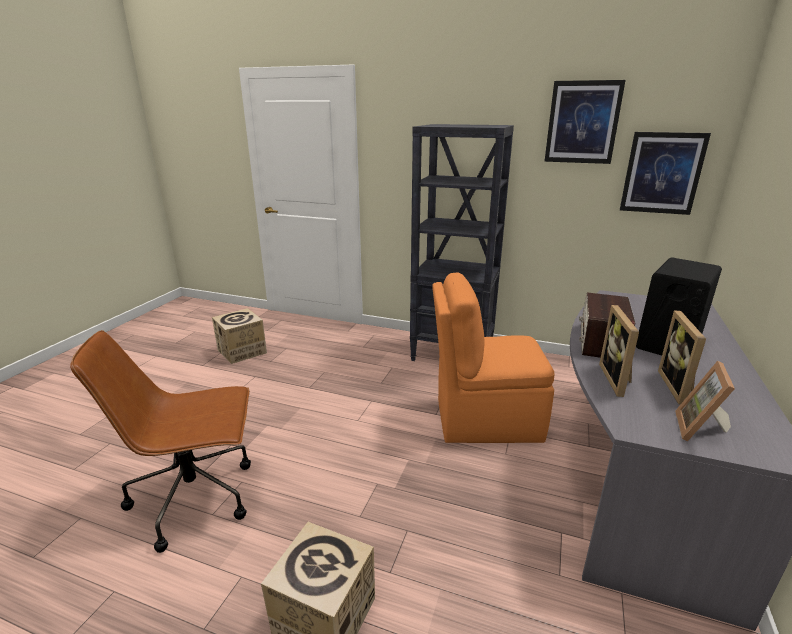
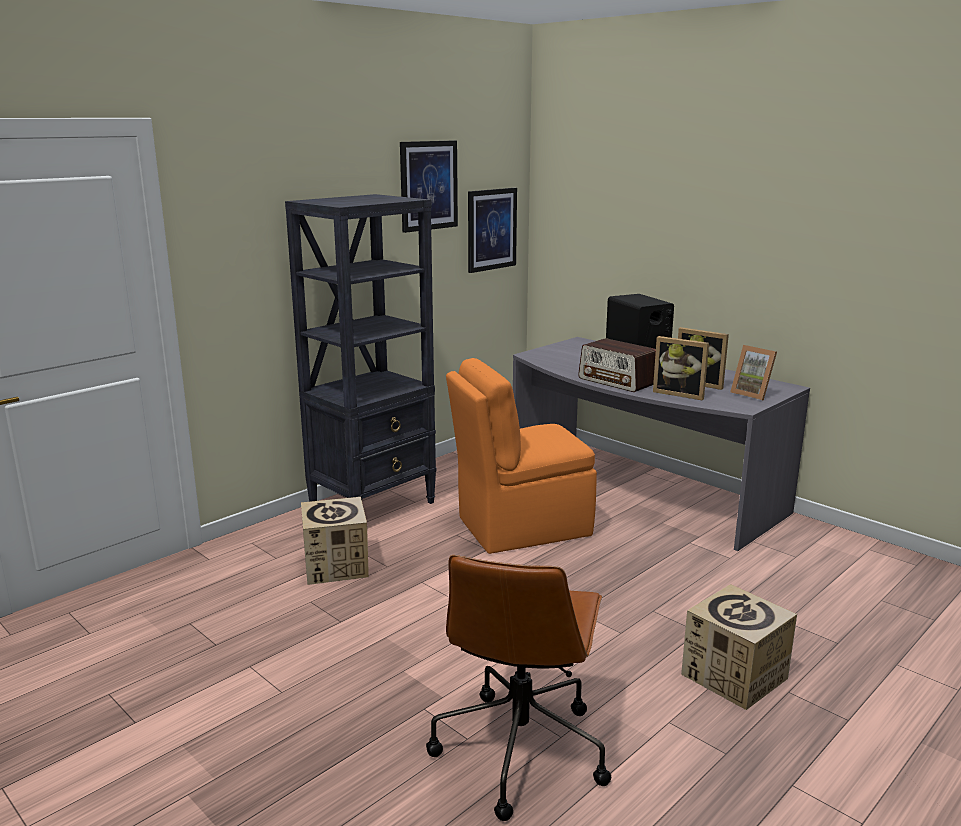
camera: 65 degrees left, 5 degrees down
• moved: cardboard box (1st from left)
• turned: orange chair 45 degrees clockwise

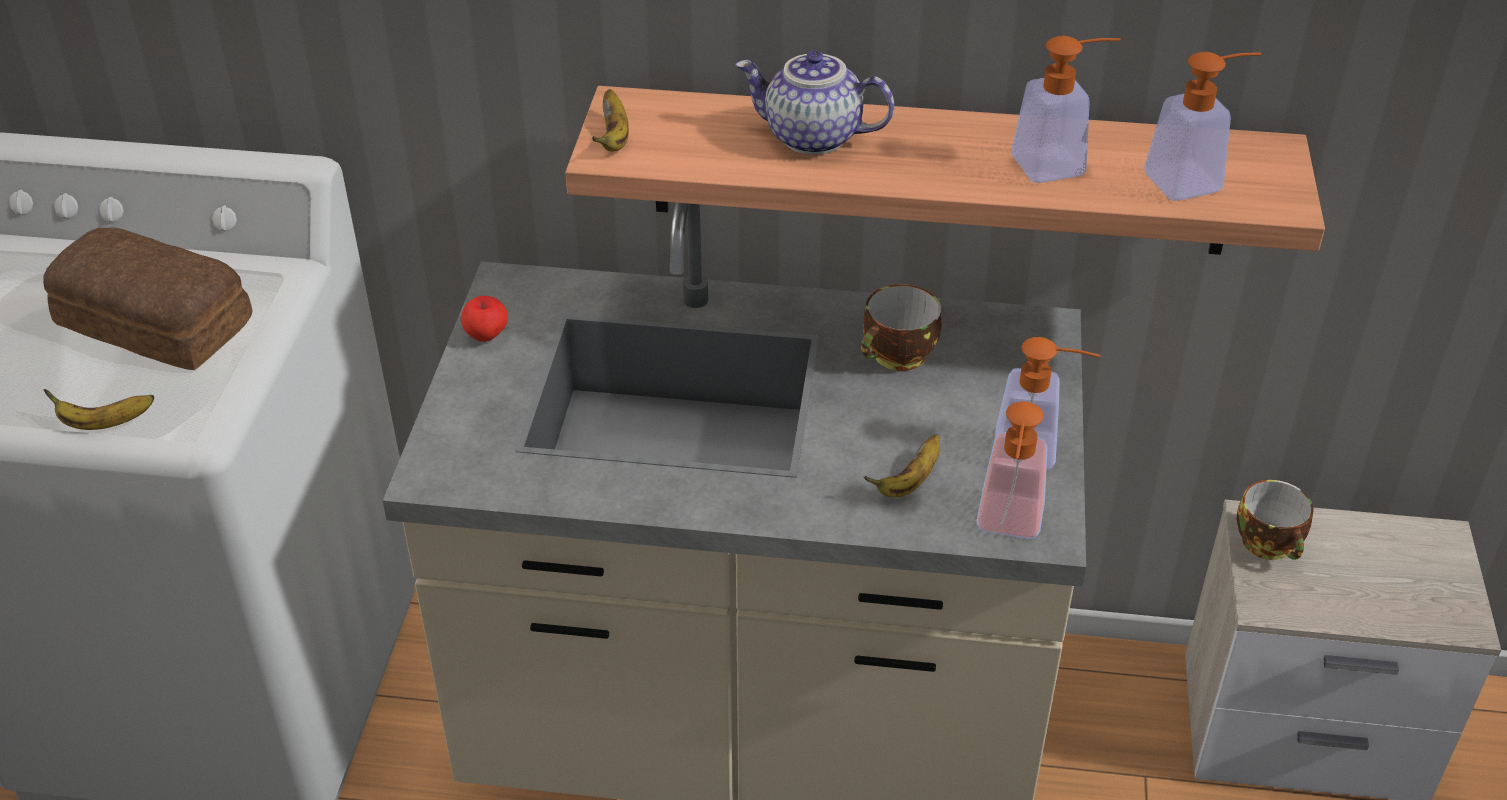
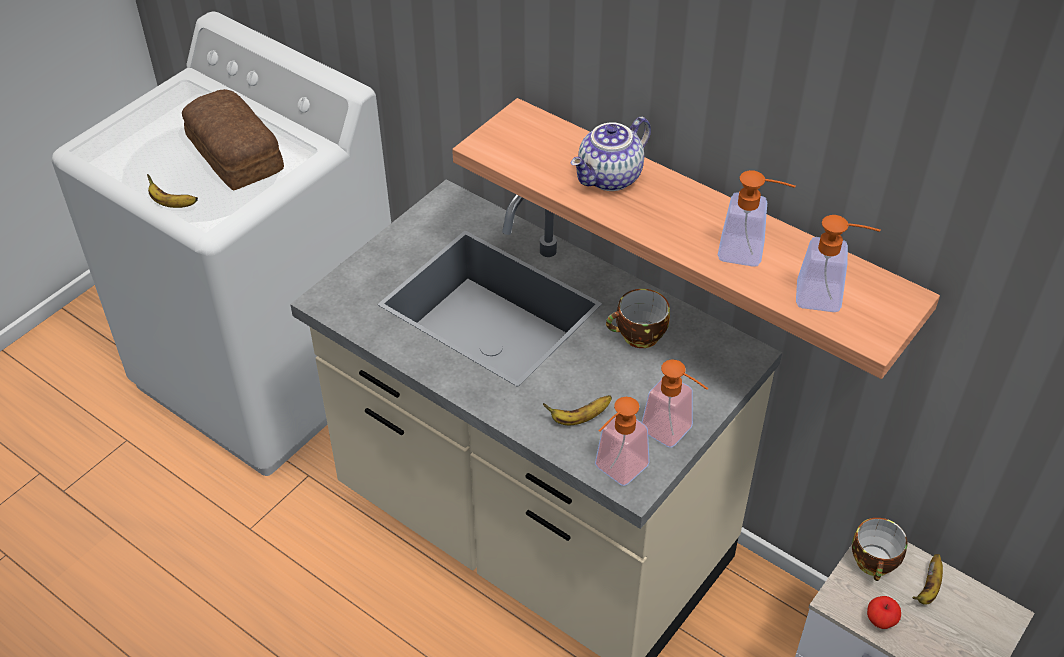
camera: 30 degrees right, 5 degrees up
• moved: apple
• moved: banana (2nd from left in the first image) to banana (3rd from left)
• turned: teapot 90 degrees counterclockwise

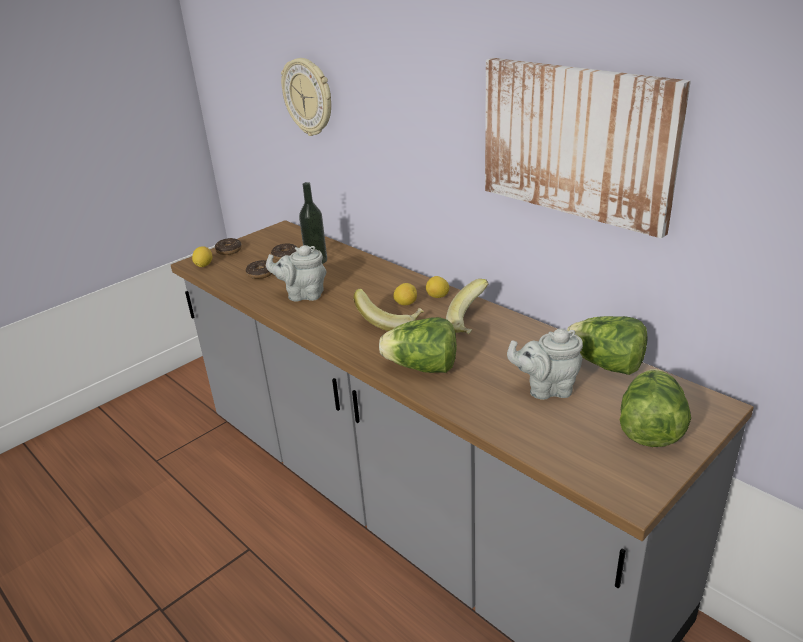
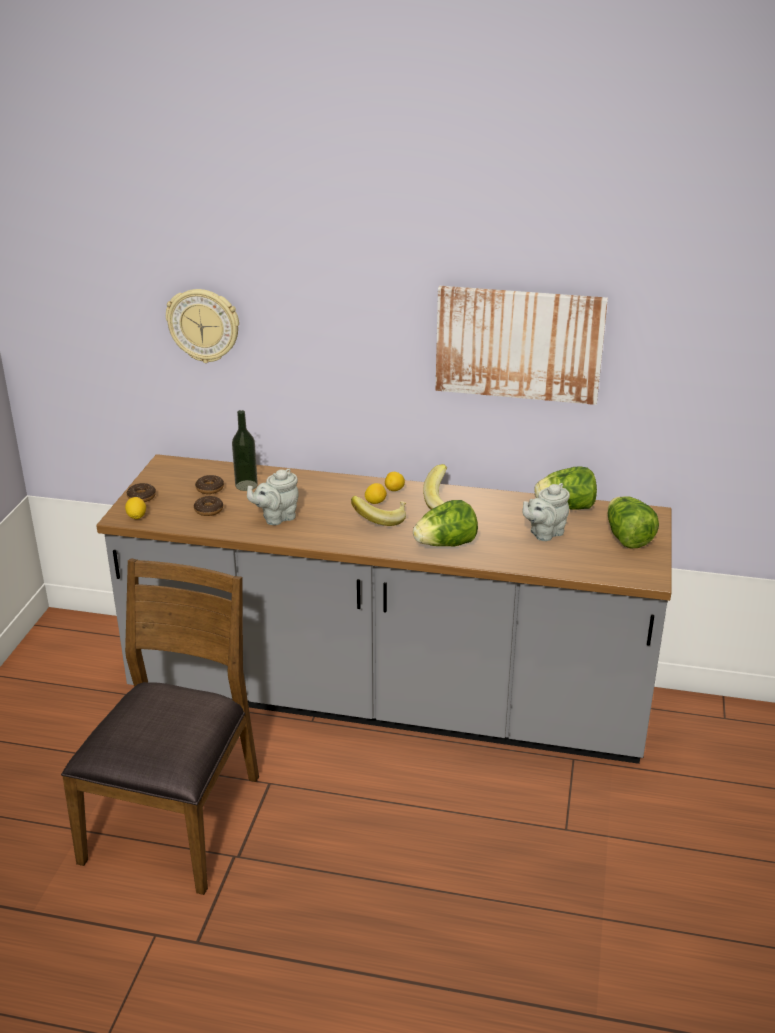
camera: 35 degrees left, 0 degrees up
• added: brown chair

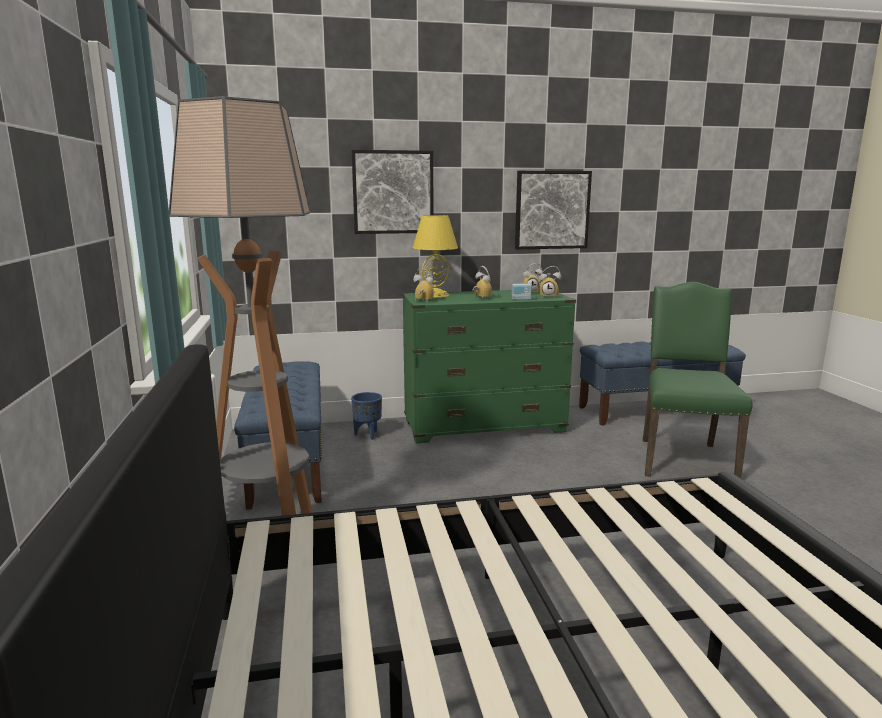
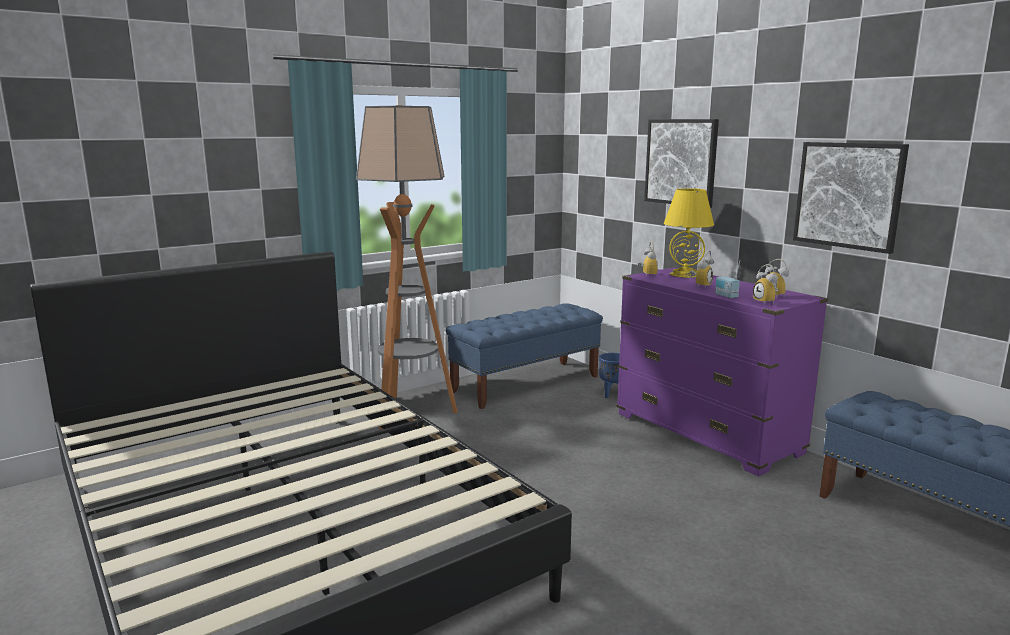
camera: 65 degrees right, 0 degrees up
• recoloured: green dresser to purple dresser
• removed: green chair

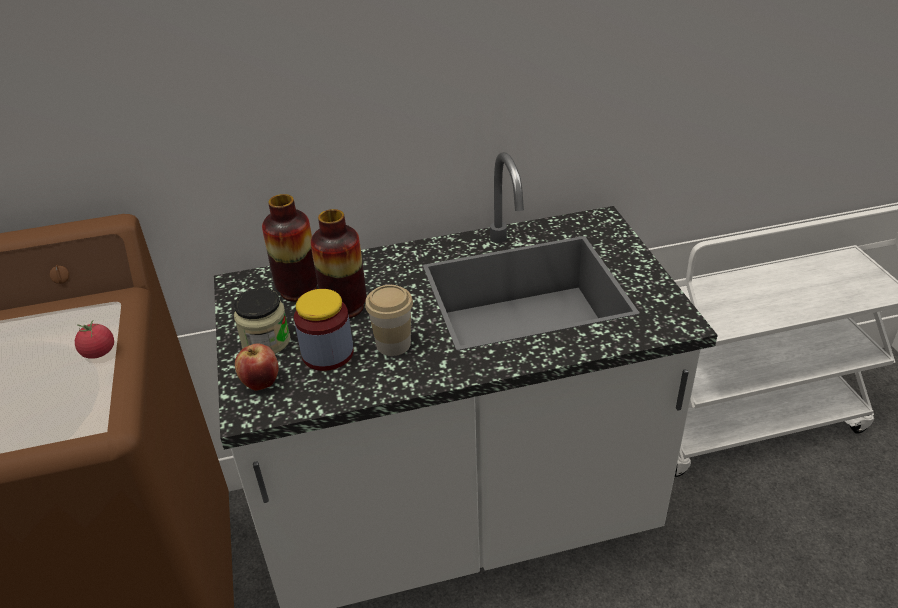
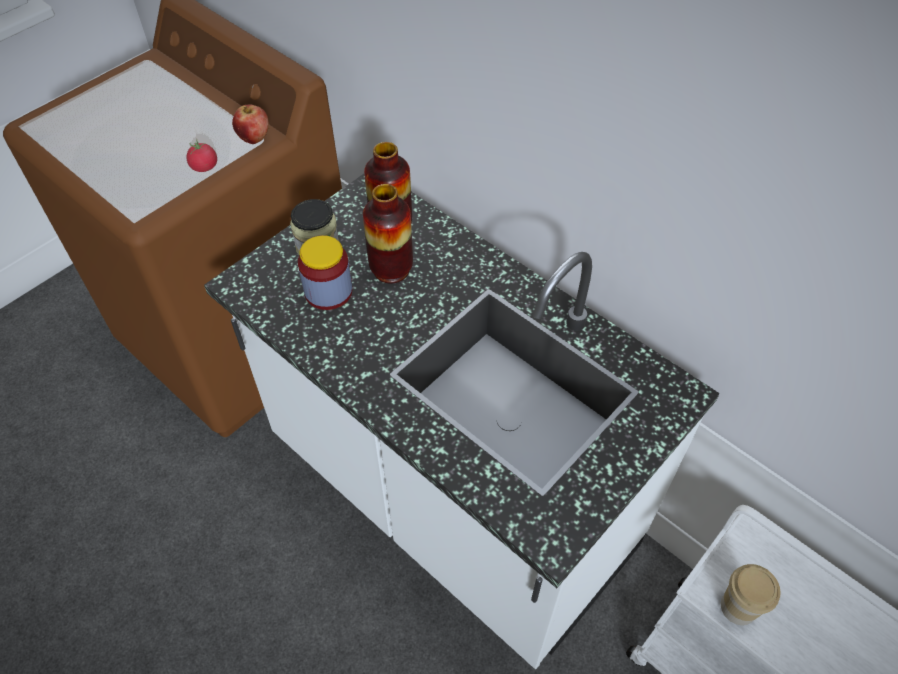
camera: 55 degrees right, 15 degrees up
• moved: apple
• moved: cup

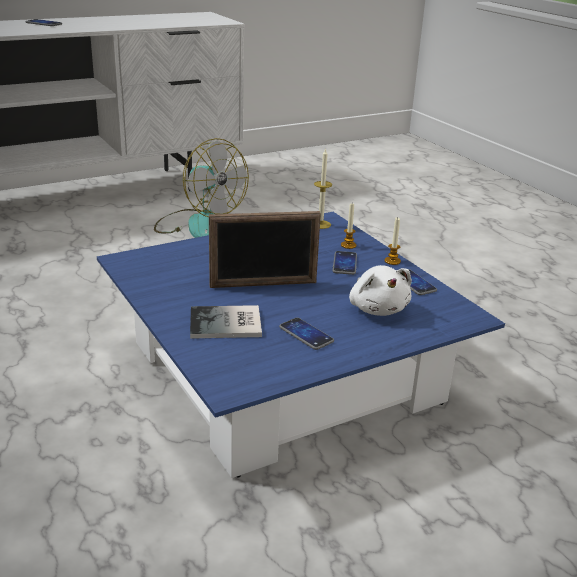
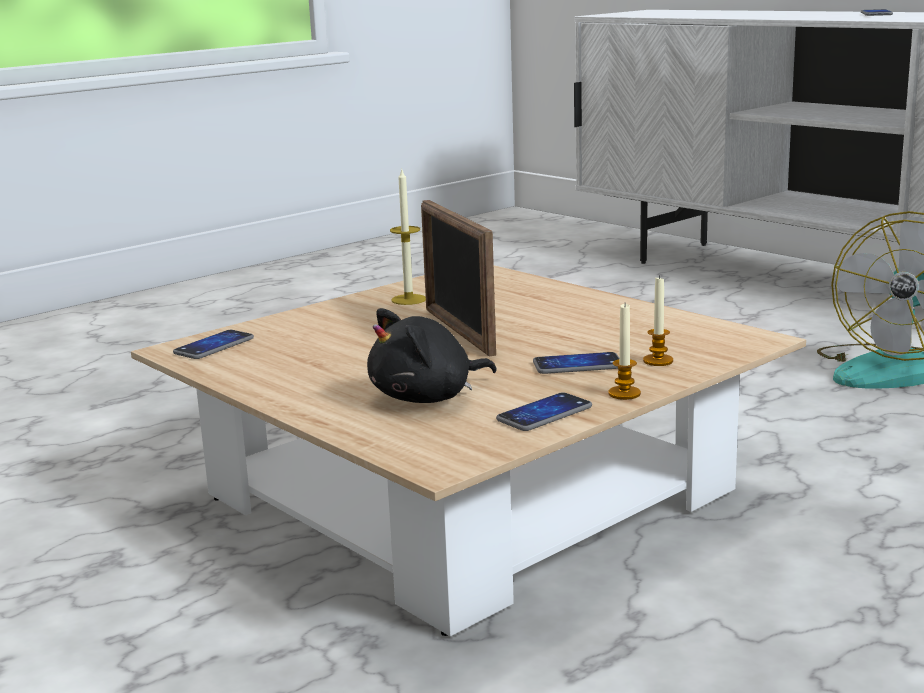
camera: 80 degrees right, 10 degrees down
• recoloured: blue coffee table to beige coffee table
• removed: book
• moved: phone (2nd from left in the first image) to phone (1st from left)
• moved: candle (1st from left)
• recoloured: white plush toy to black plush toy

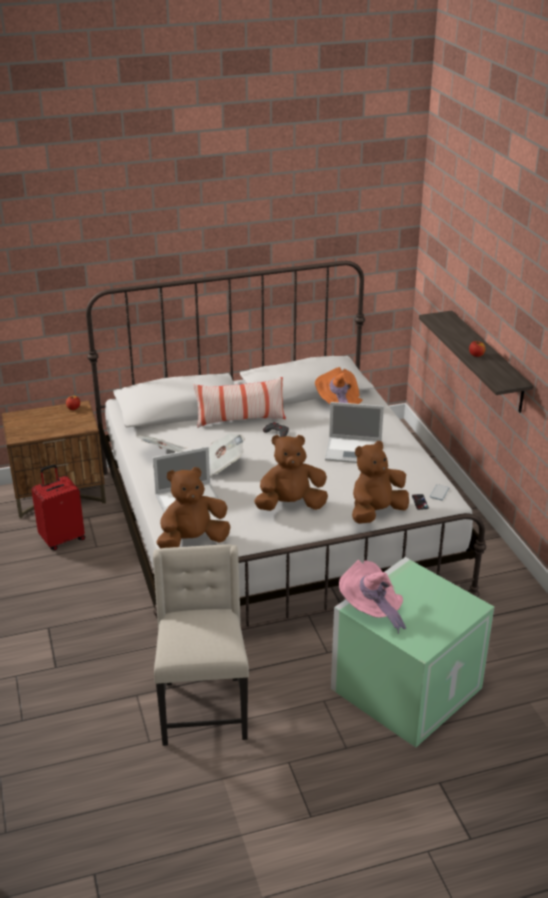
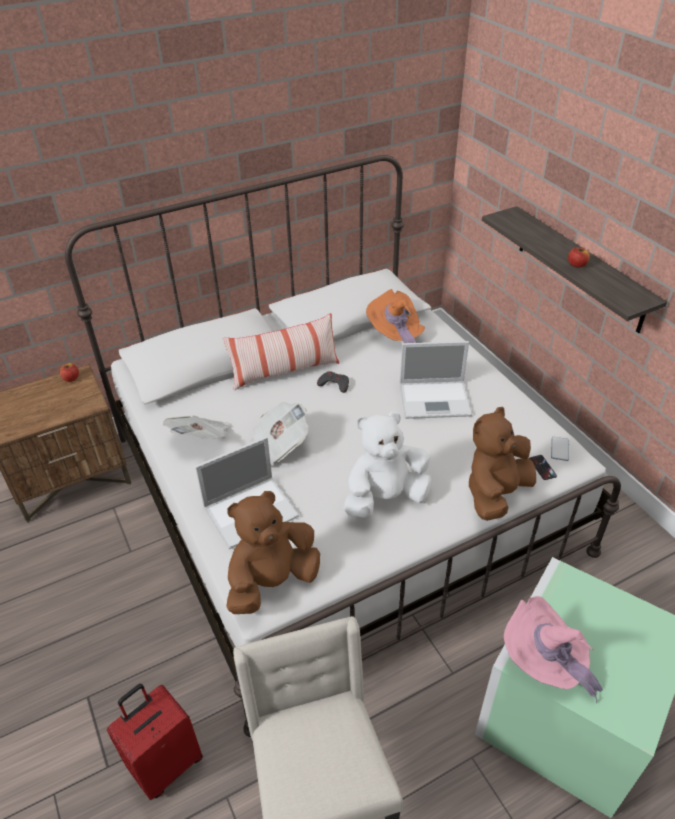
camera: 10 degrees left, 10 degrees up
• moved: red suitcase
• recoloured: brown plush toy (2nd from left) to white plush toy

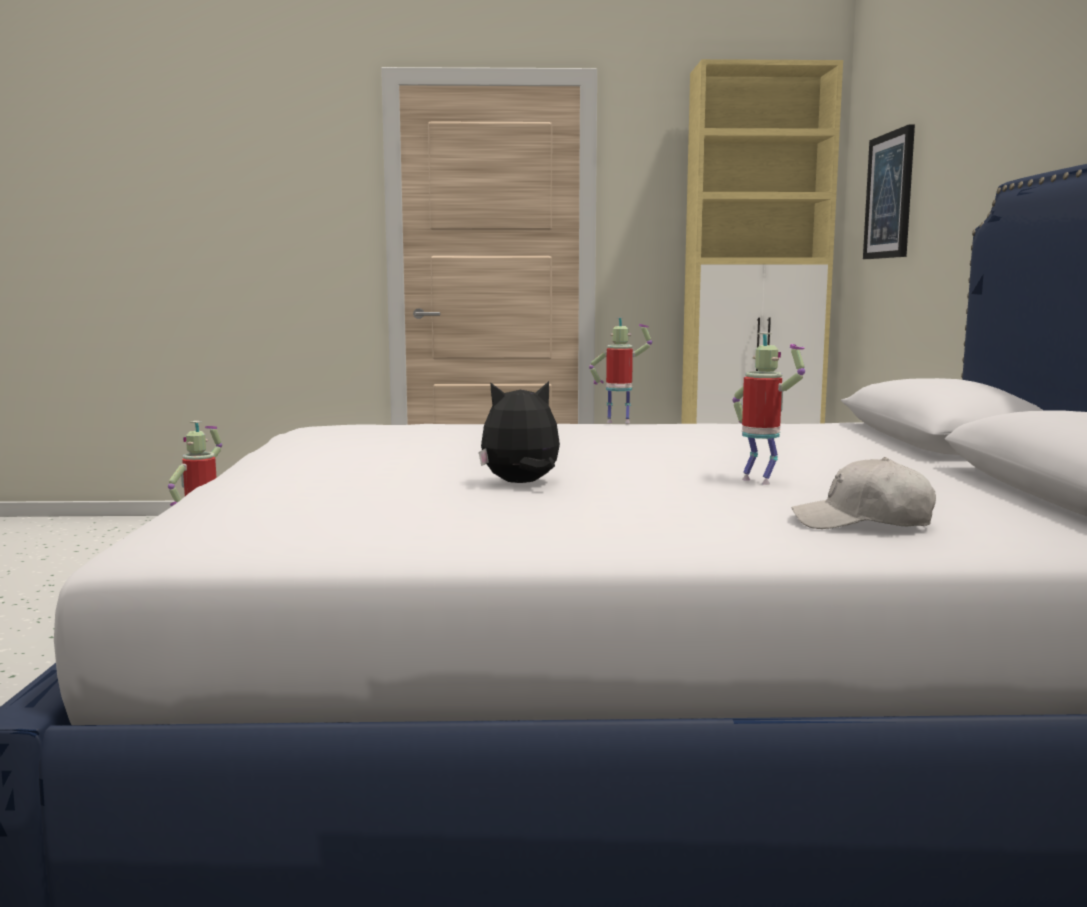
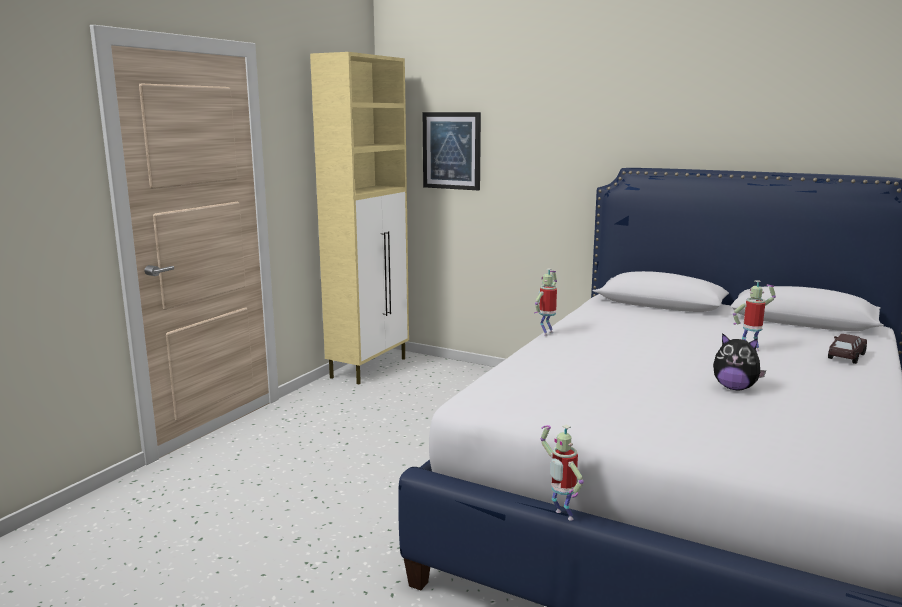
camera: 60 degrees left, 5 degrees up
• turned: plush toy 75 degrees counterclockwise
• replaced: white cap to brown toy car

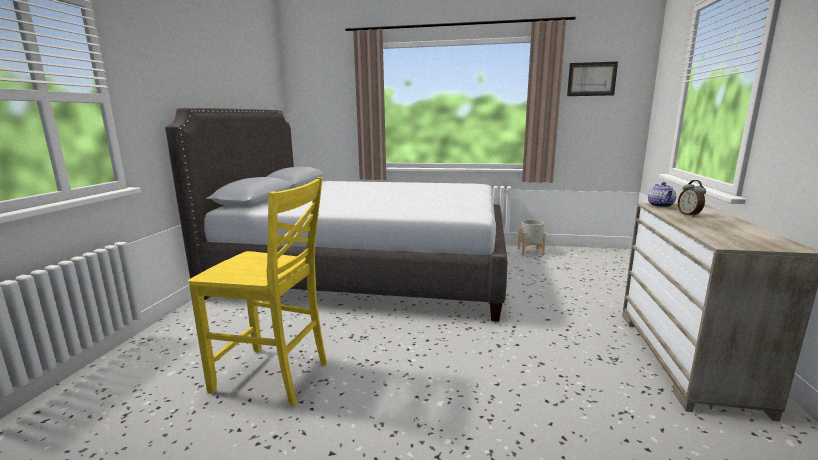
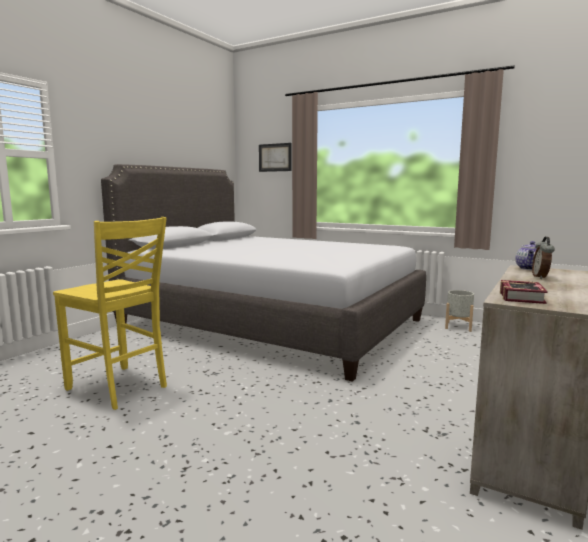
camera: 20 degrees right, 5 degrees down
• moved: picture
• added: book

